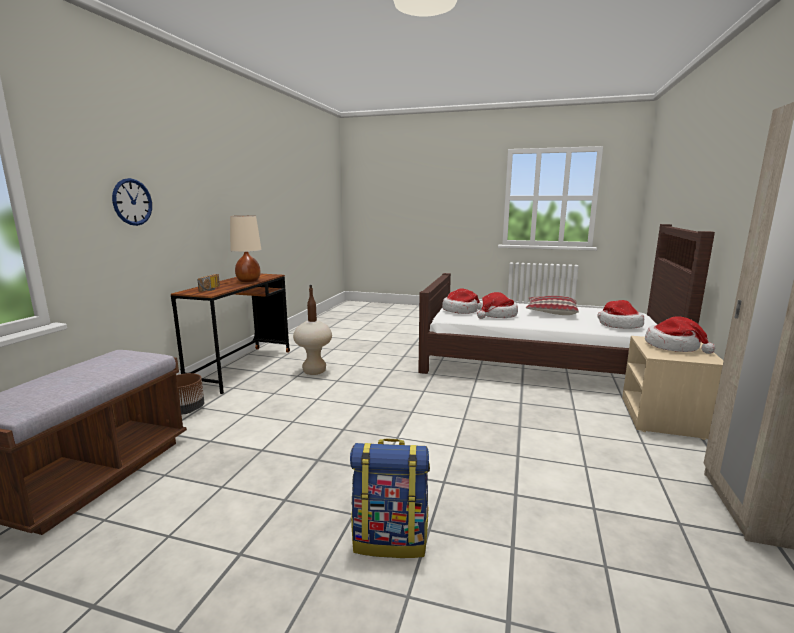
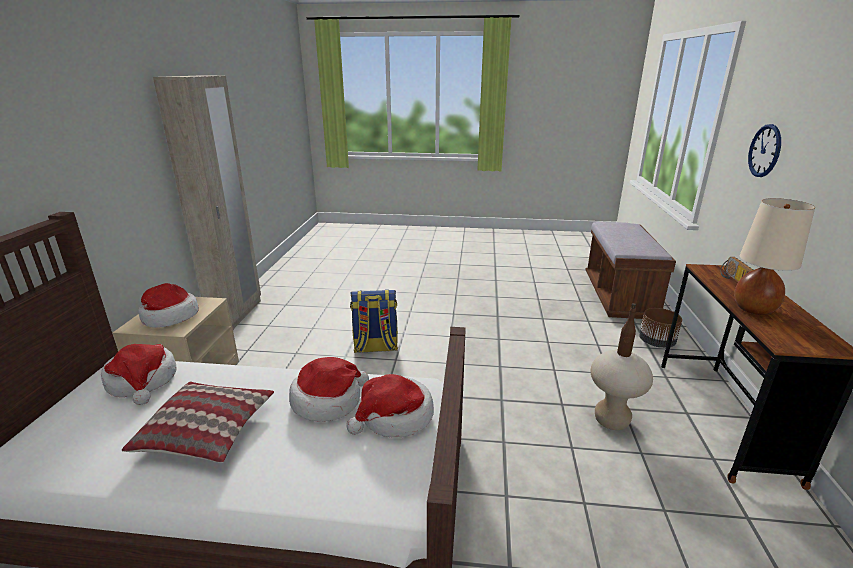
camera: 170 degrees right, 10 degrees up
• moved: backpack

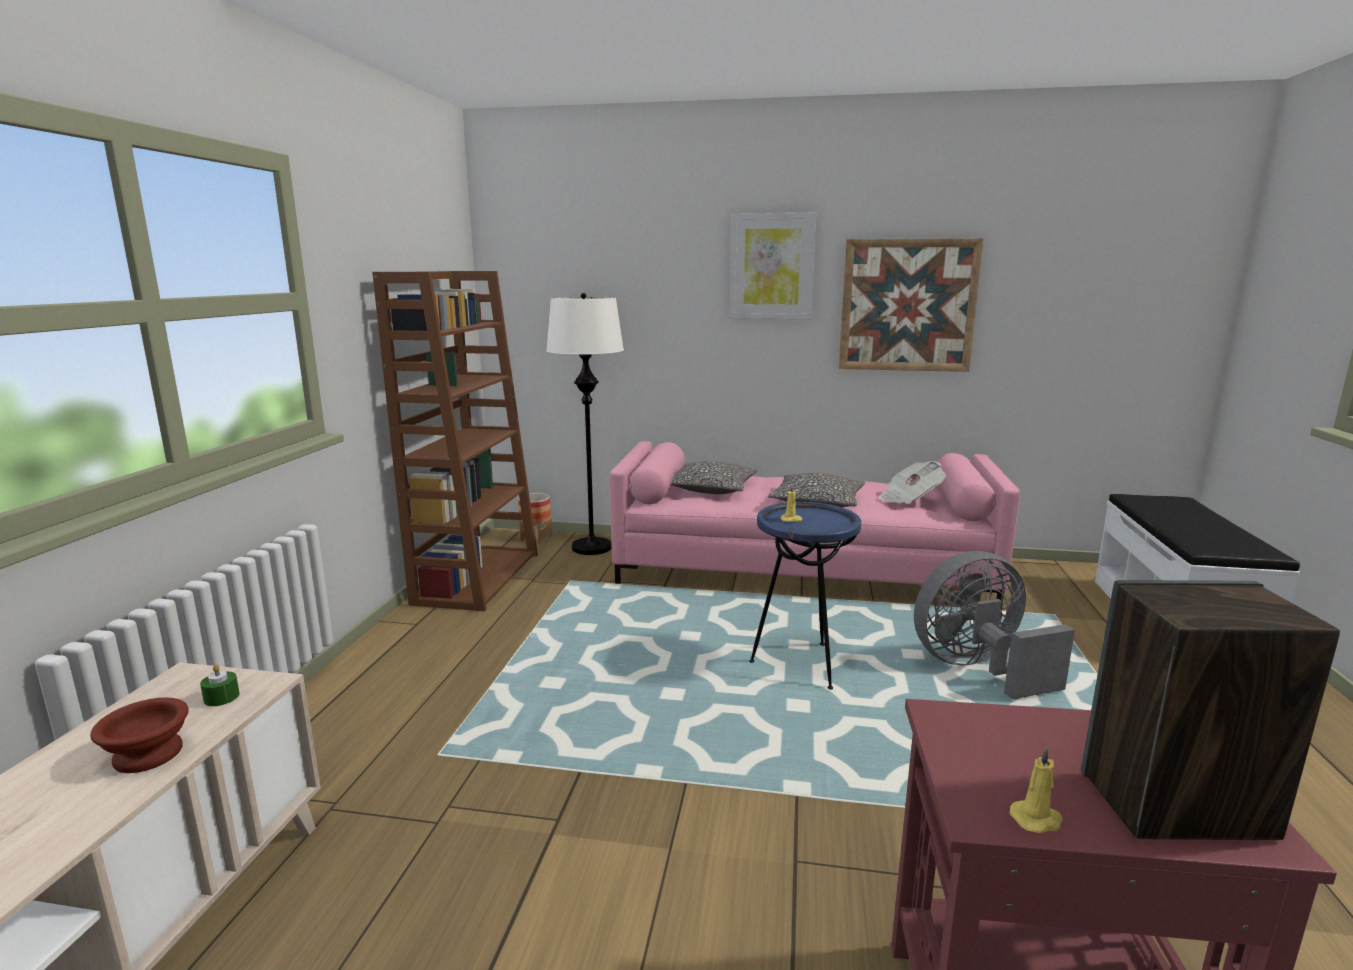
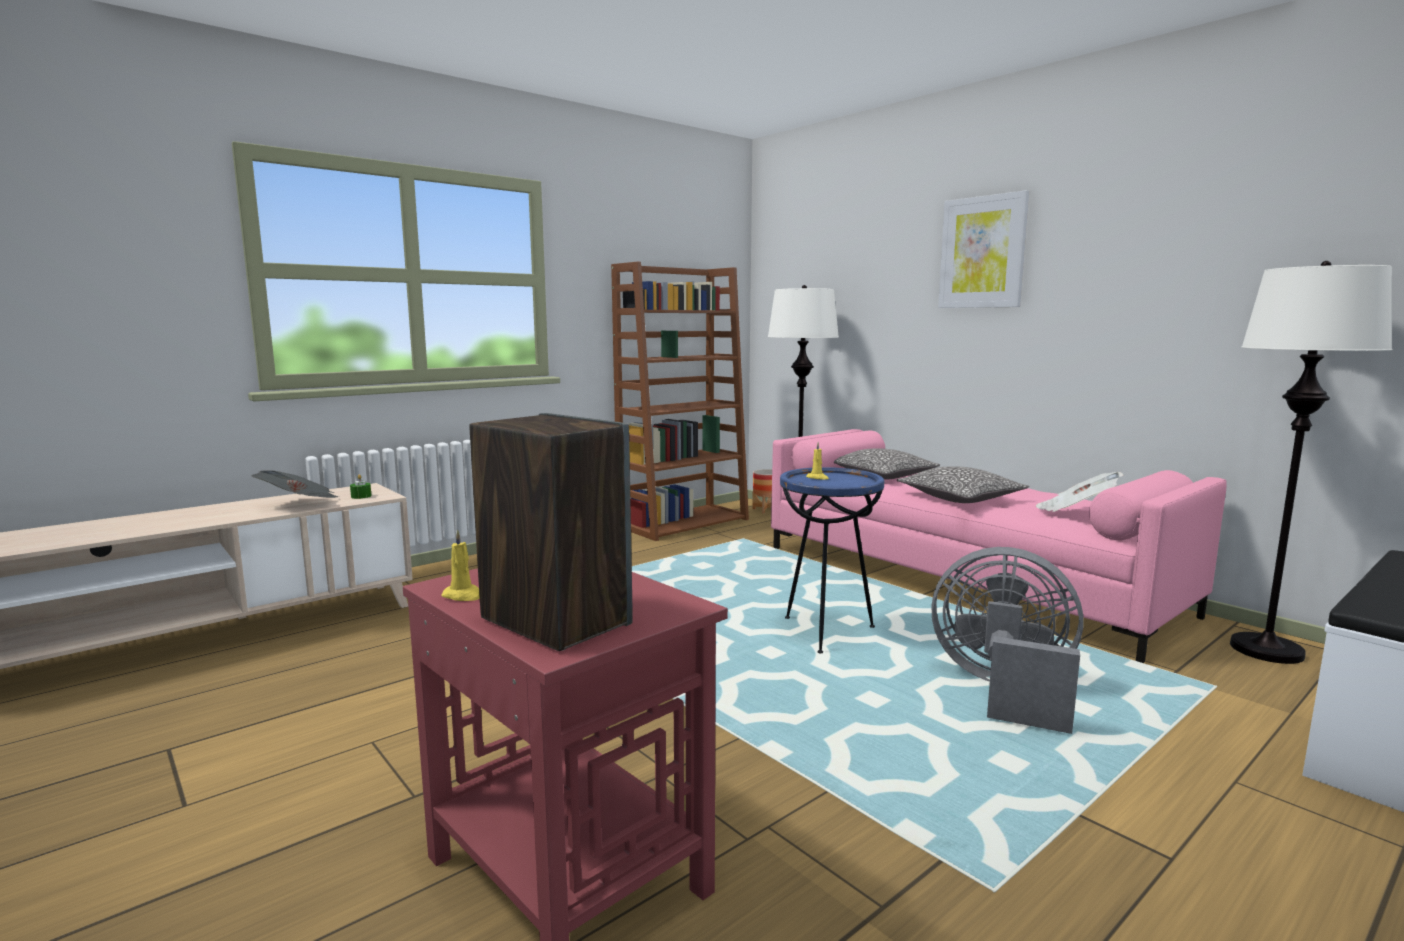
camera: 40 degrees right, 5 degrees down
• replaced: brown bowl to newspaper (1st from left)
• removed: picture (2nd from left)
• added: white floor lamp (2nd from left)

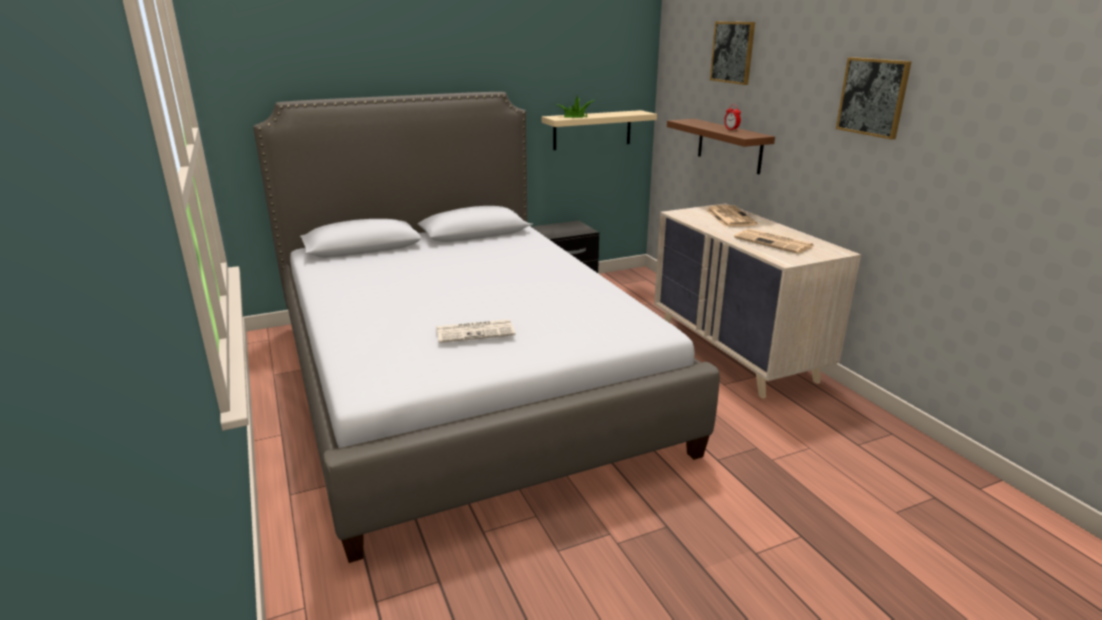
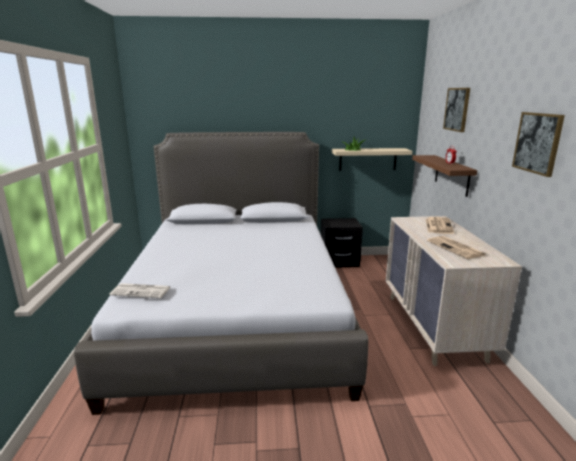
camera: 20 degrees right, 5 degrees down
• moved: newspaper (1st from left)

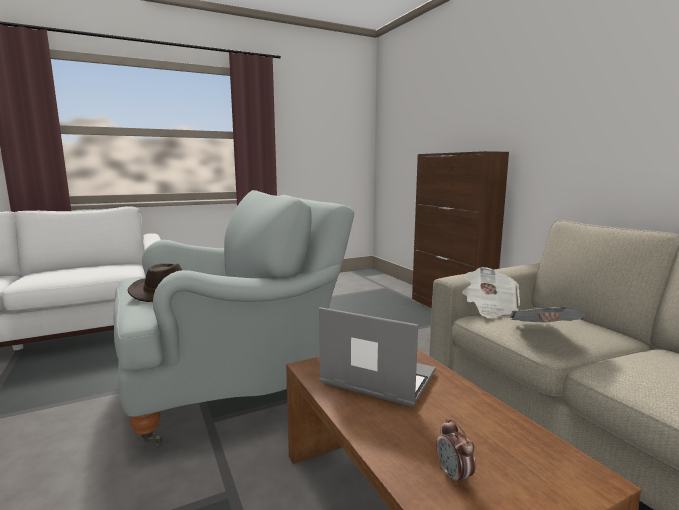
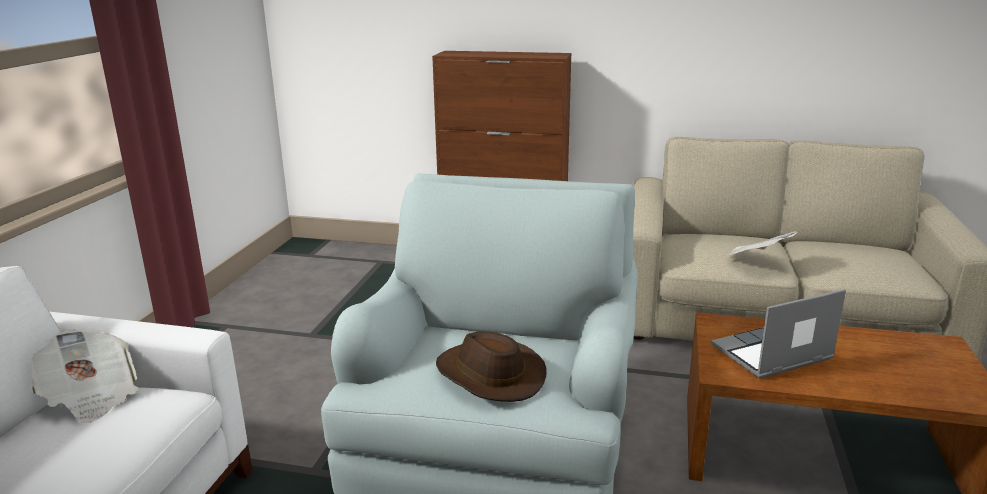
camera: 50 degrees left, 10 degrees up
• removed: alarm clock
• moved: newspaper (1st from left)

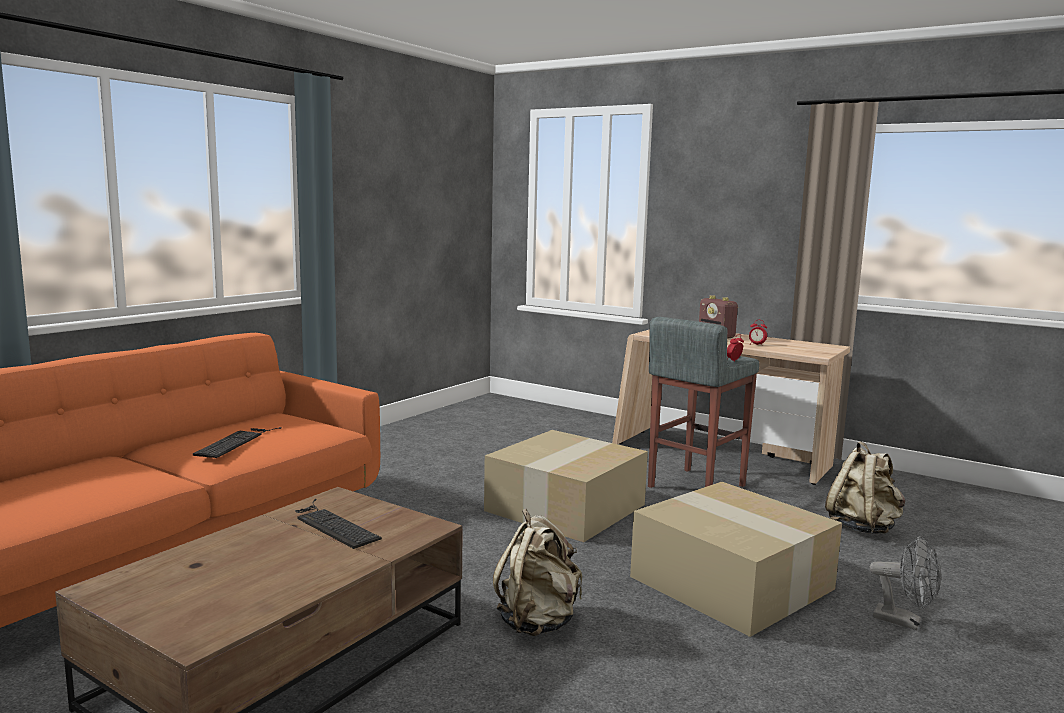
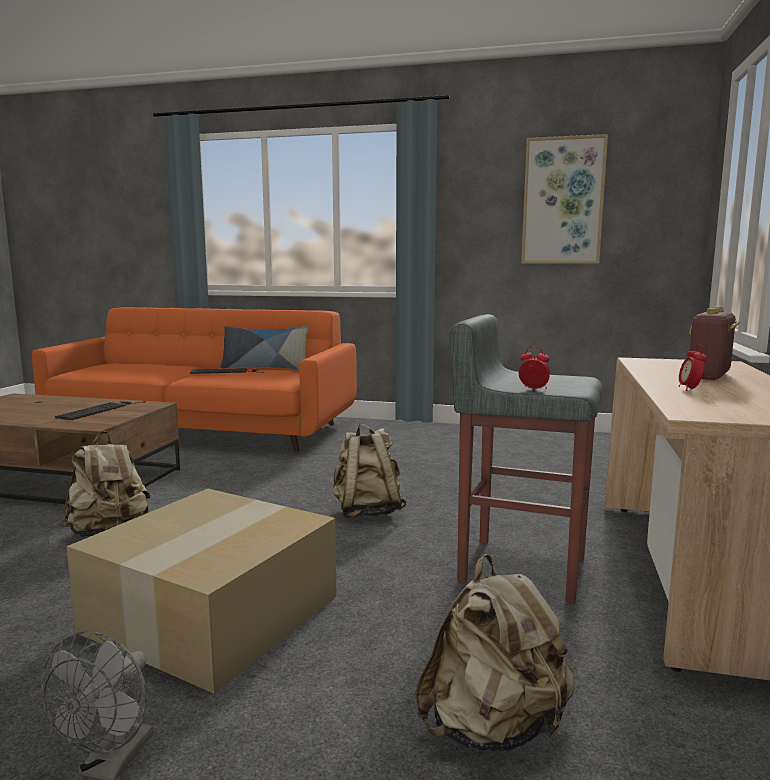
camera: 70 degrees right, 0 degrees up
• replaced: cardboard box (1st from left) to beige backpack (2nd from left)
• added: pillow
• added: picture

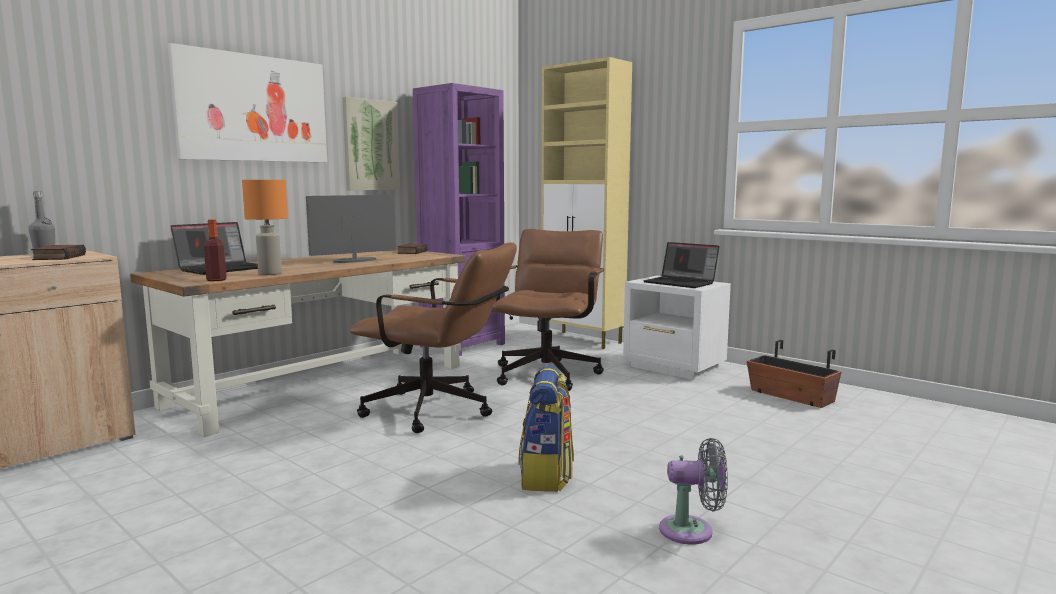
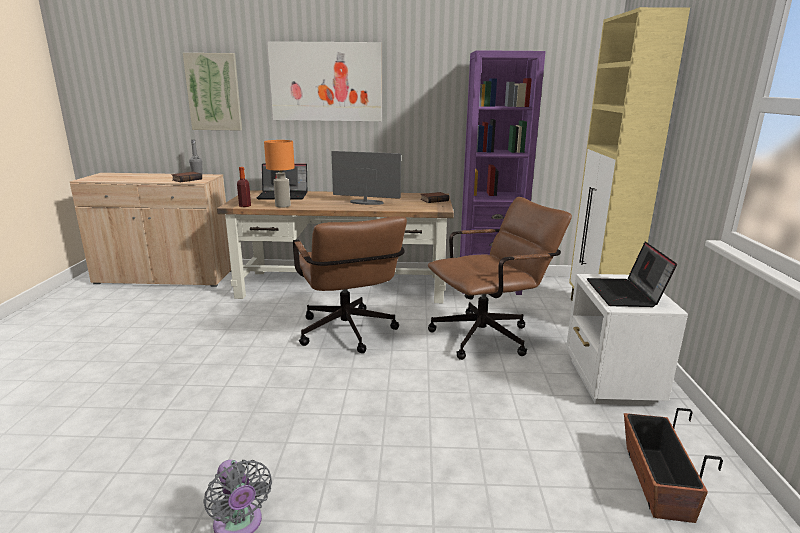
camera: 50 degrees right, 10 degrees up
• moved: picture (2nd from left in the first image) to picture (1st from left)
• removed: backpack

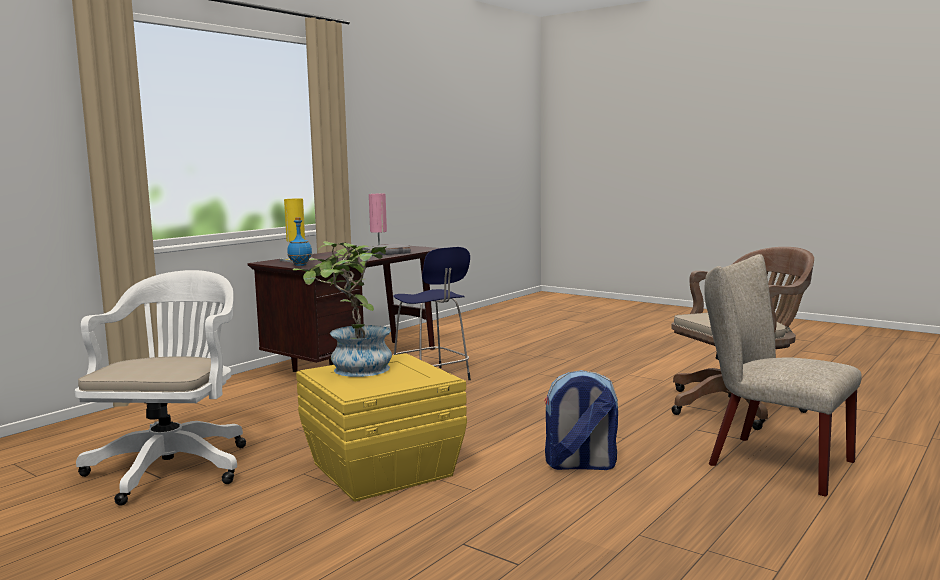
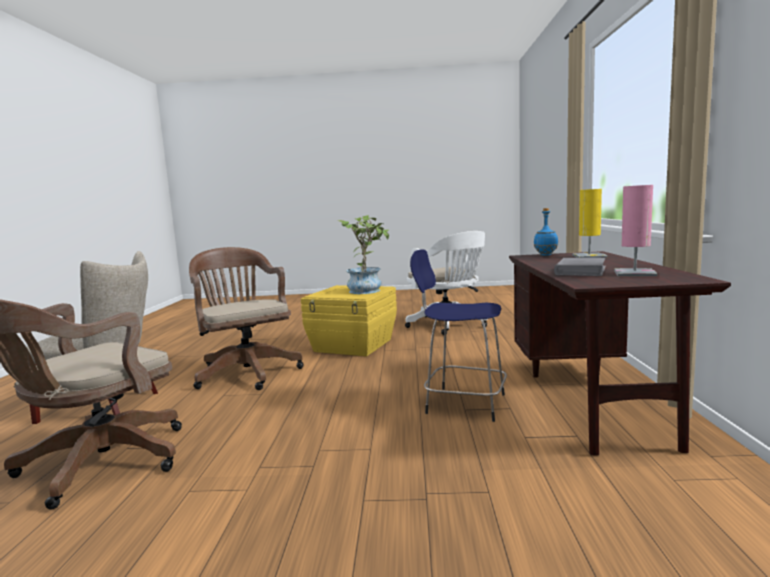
camera: 145 degrees right, 0 degrees up
• replaced: backpack to brown office chair (2nd from left)

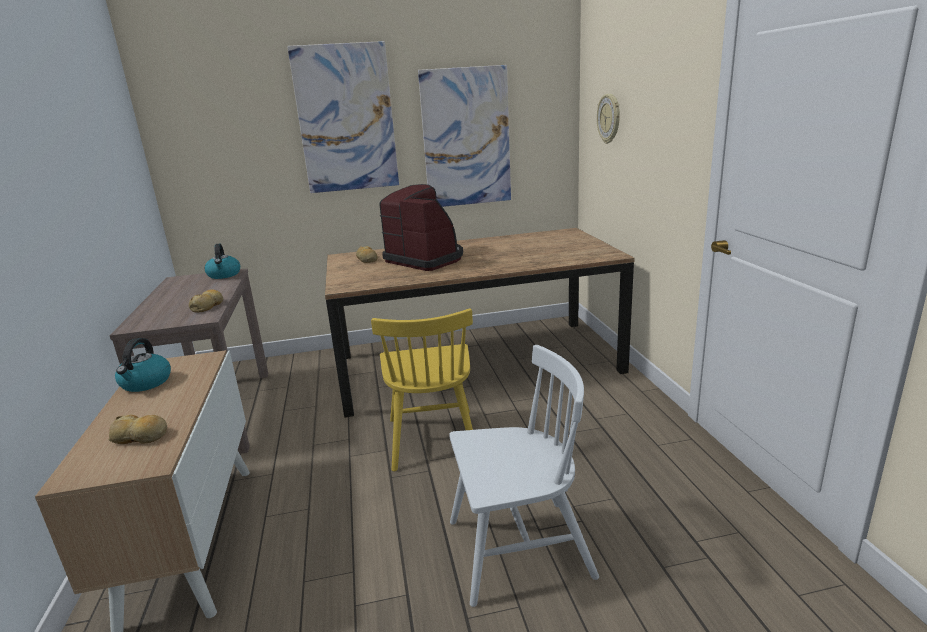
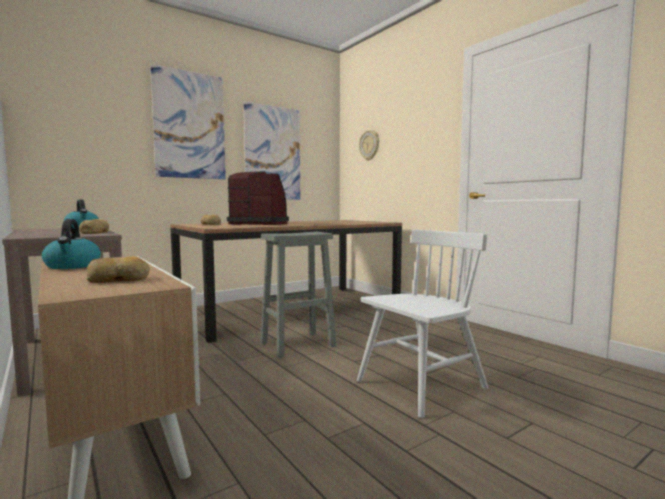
camera: 25 degrees left, 15 degrees down
• replaced: yellow chair to grey stool

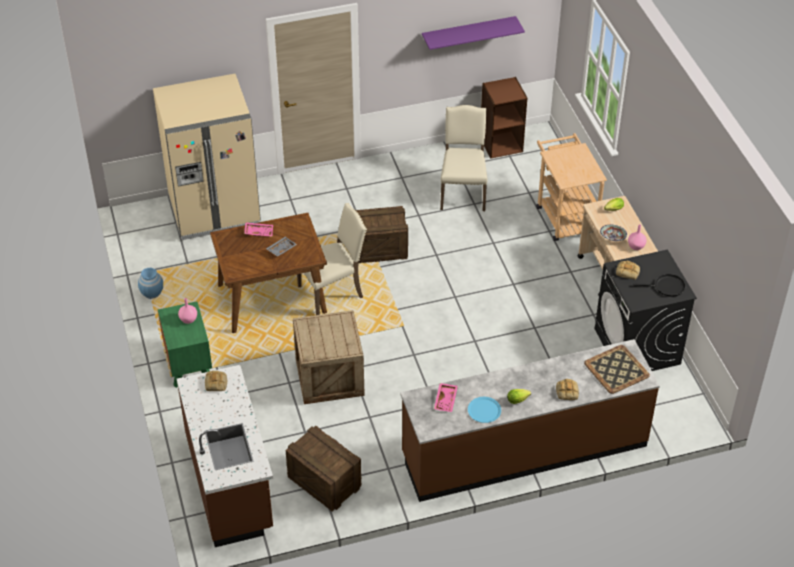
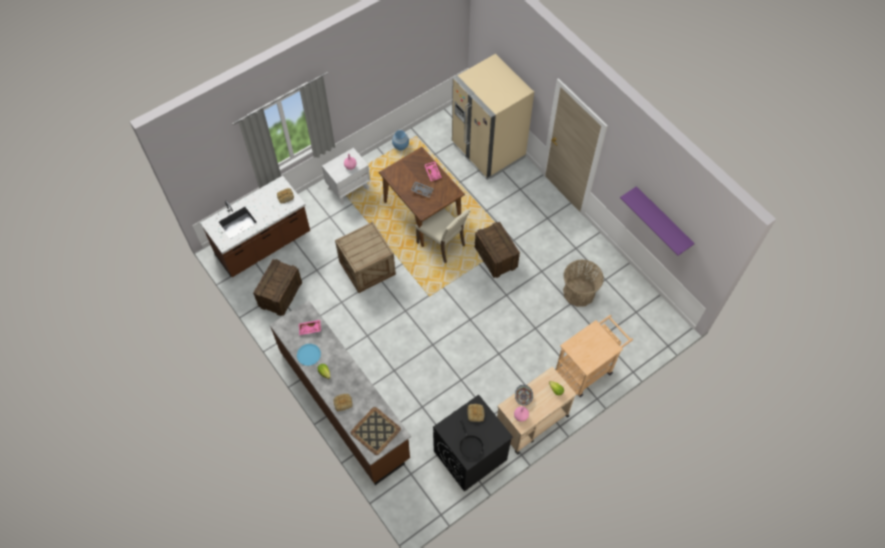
camera: 70 degrees right, 15 degrees up
• recoloured: green nightstand to white nightstand
• replaced: beige chair (2nd from left) to basket
• removed: brown bookcase

